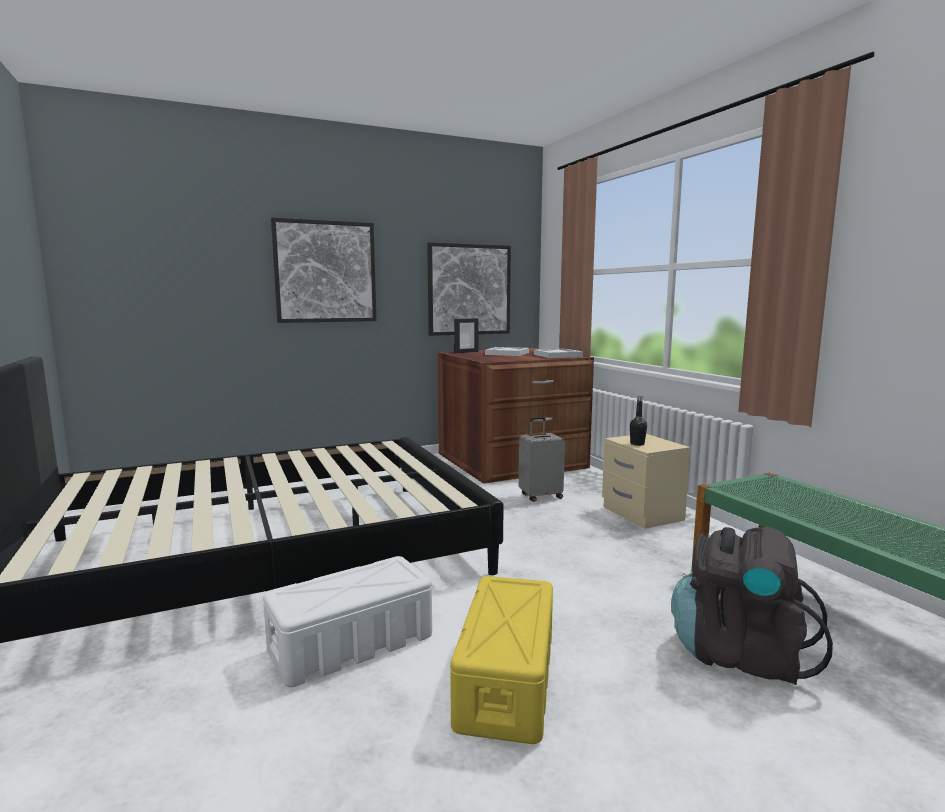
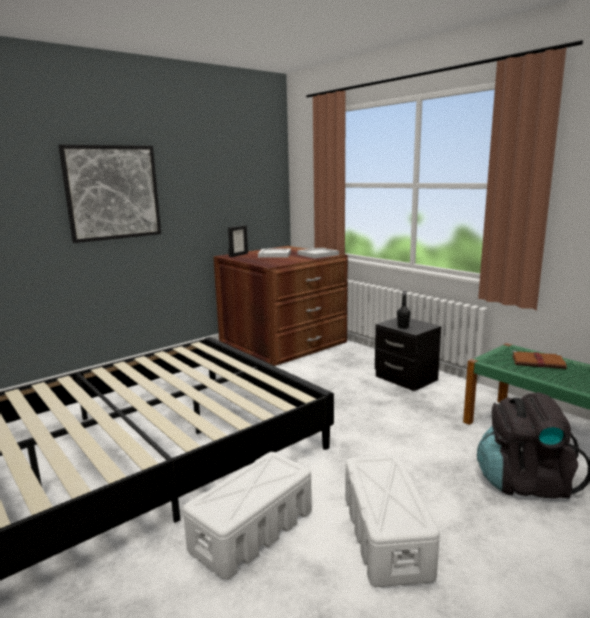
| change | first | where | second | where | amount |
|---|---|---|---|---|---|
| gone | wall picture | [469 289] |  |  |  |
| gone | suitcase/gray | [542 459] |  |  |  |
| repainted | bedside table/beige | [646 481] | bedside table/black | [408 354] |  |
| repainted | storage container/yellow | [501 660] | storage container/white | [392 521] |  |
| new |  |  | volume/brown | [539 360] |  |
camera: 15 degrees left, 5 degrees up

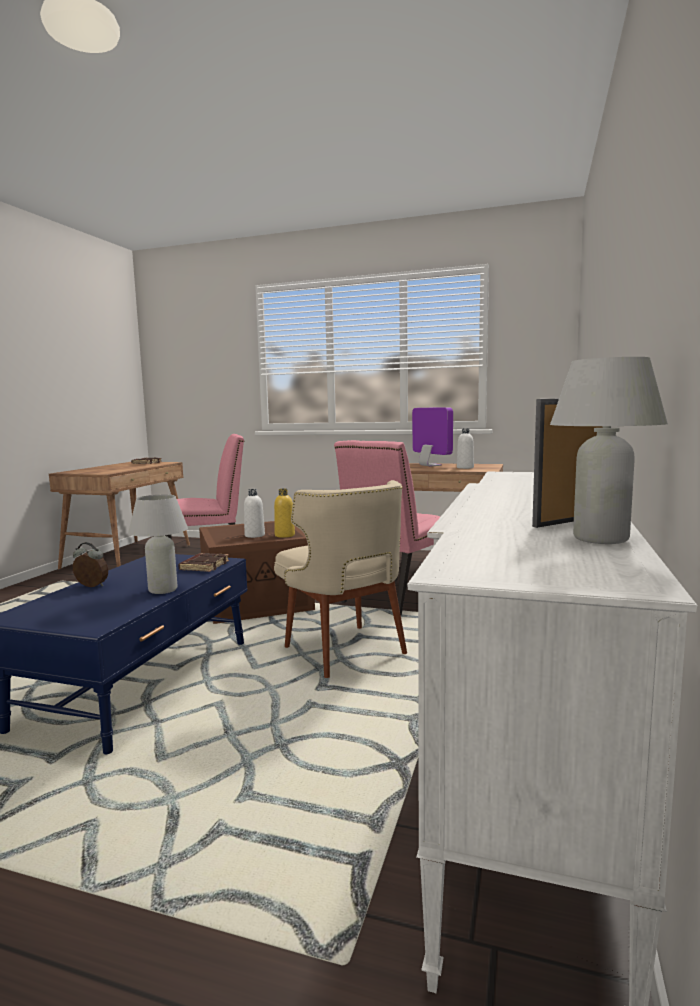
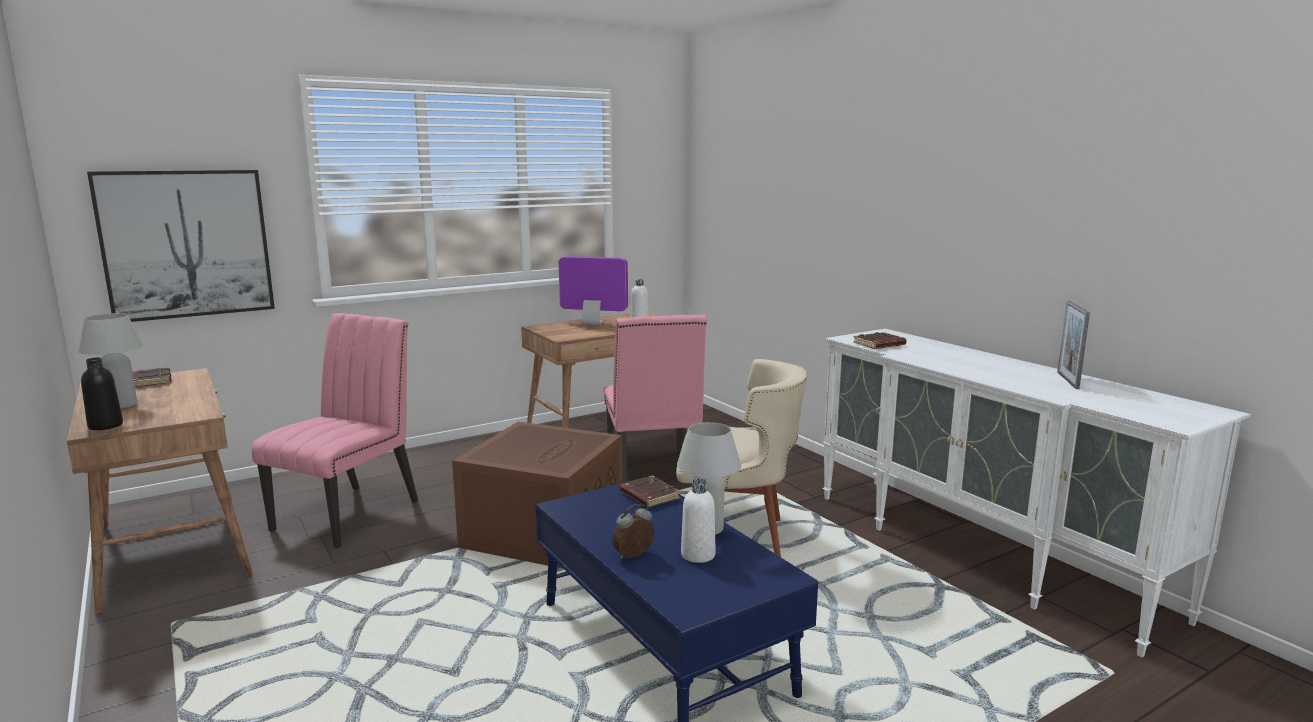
| change | first | where | second | where | amount |
|---|---|---|---|---|---|
| shifted | tabletop lamp/white | [609 450] |  | [111 361] |  |
| shifted | drink bottle/white | [254 513] |  | [698 520] |  |
| gone | drink bottle/yellow | [284 513] |  |  |  |
| new |  |  | wall picture | [181 246] |  |
| new |  |  | volume/brown | [879 340] |  |
| new |  |  | drink bottle/black | [102 393] |  |
camera: 50 degrees left, 5 degrees up

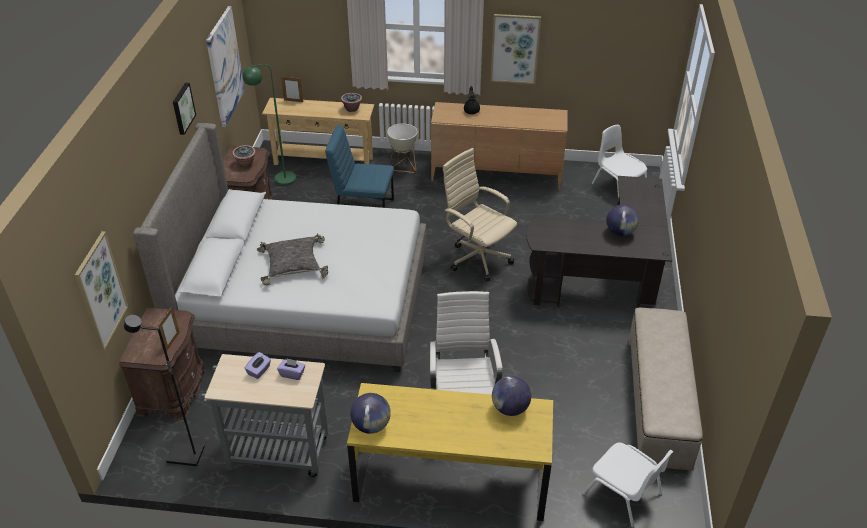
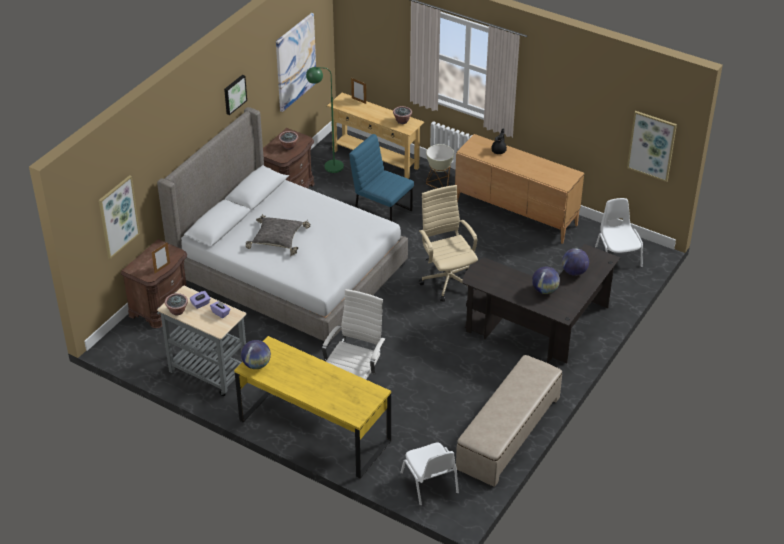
| change | first | where | second | where | amount |
|---|---|---|---|---|---|
| shifted | wall picture | [515 49] |  | [652 146] |  |
| gone | standard lamp/black | [164 390] |  |  |  |
| shifted | globe | [511 396] |  | [575 262] |  |
| new |  |  | houseplant | [176 304] |  |
camera: 25 degrees right, 0 degrees up

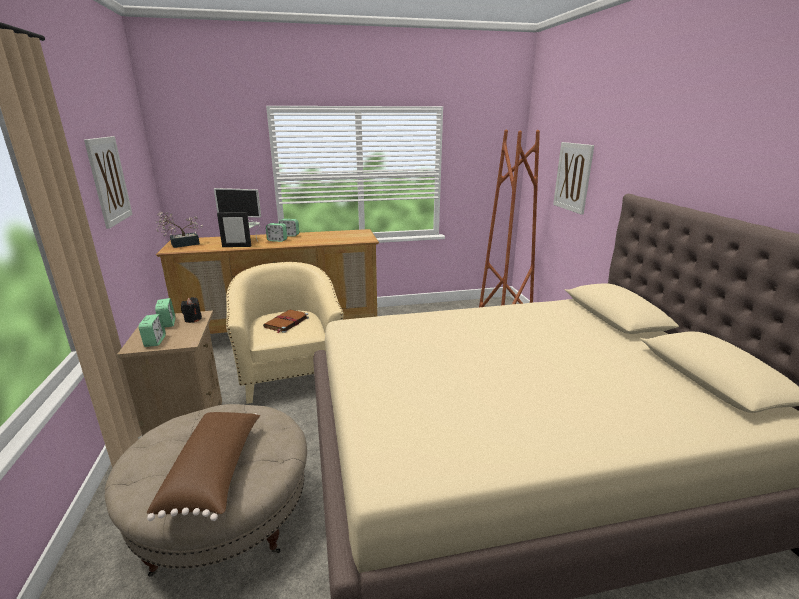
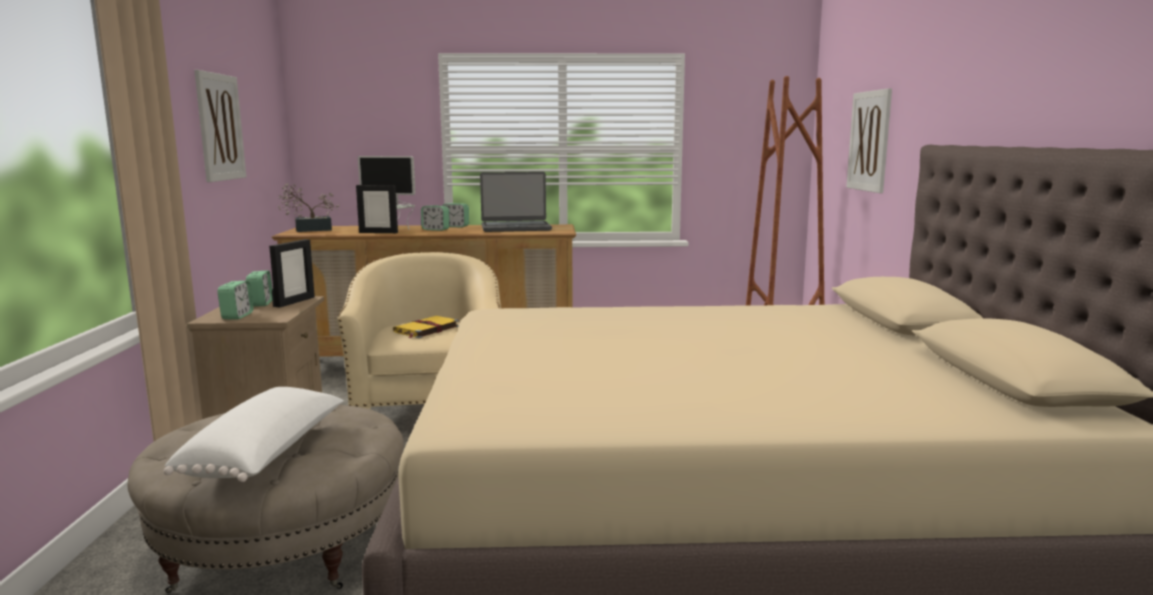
| change | first | where | second | where | amount |
|---|---|---|---|---|---|
| swapped | wax candle/black | [191 310] | photo frame | [292 273] |  |
| repainted | volume/brown | [286 321] | volume/yellow | [426 327] |  |
| repainted | throw pillow/brown | [203 466] | throw pillow/white | [253 434] |  |
| new |  |  | laptop | [516 202] |  |
camera: 10 degrees right, 10 degrees down

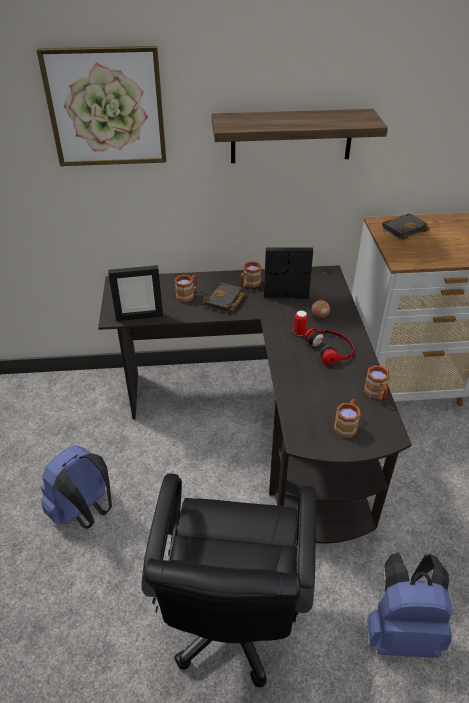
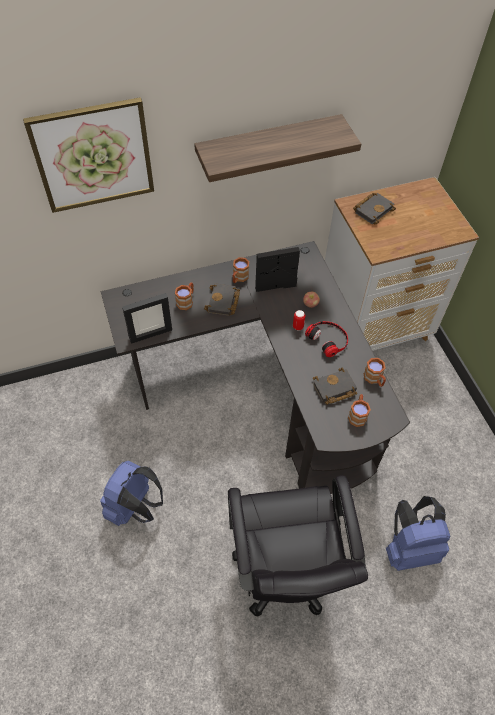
| change | first | where | second | where | amount |
|---|---|---|---|---|---|
| new |  |  | volume/black | [335 385] |  |
camera: 15 degrees left, 15 degrees up

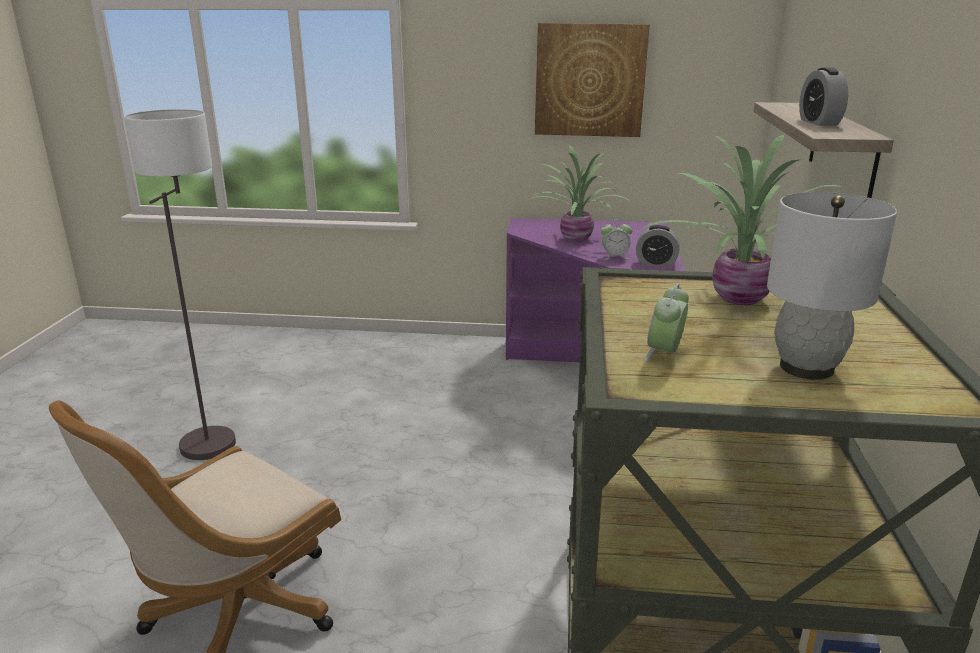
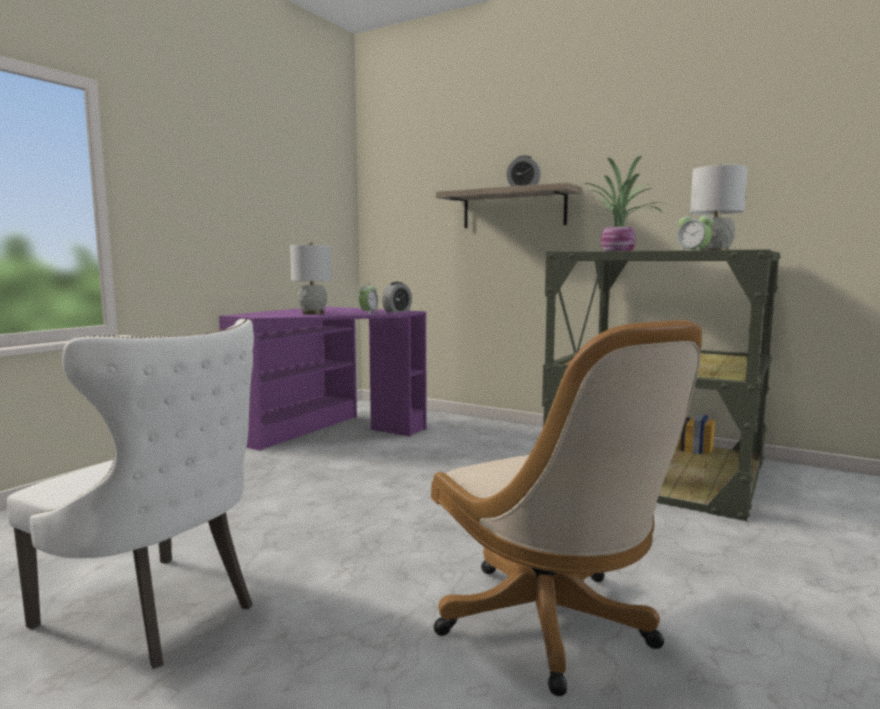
| change | first | where | second | where | amount |
|---|---|---|---|---|---|
| gone | wall picture | [592 80] |  |  |  |
| swapped | standard lamp/white | [180 284] | plain chair/white | [130 493] |  |
| swapped | houseplant | [580 194] | tabletop lamp/white | [311 278] |  |
camera: 65 degrees left, 15 degrees down

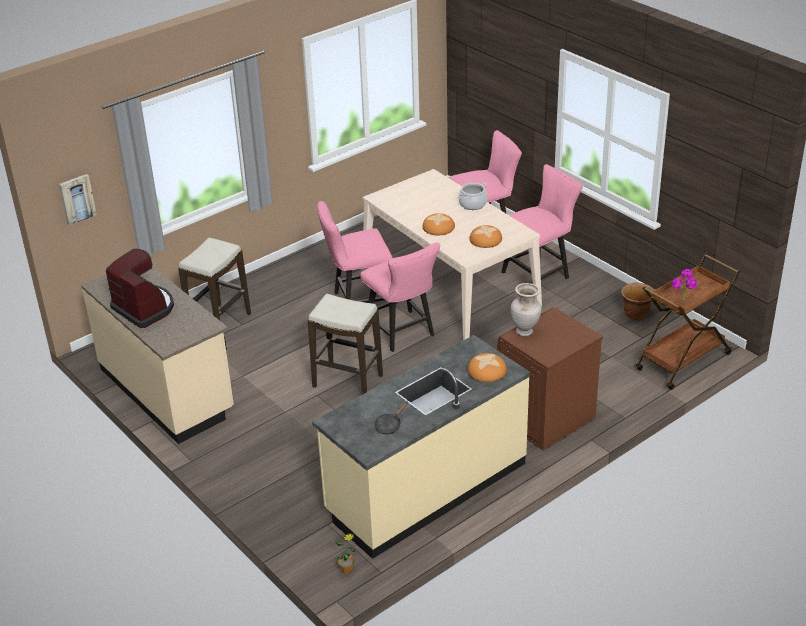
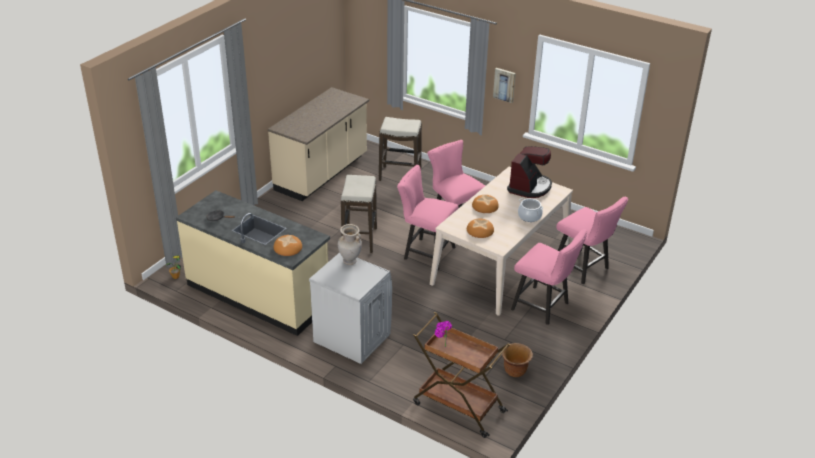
| change | first | where | second | where | amount |
|---|---|---|---|---|---|
| shifted | wall picture | [78 199] |  | [504 85] |  |
| rotated | plain chair/pink | [400 297] |  | [427 218] | 75 degrees clockwise |
| shifted | coffee machine | [140 288] |  | [529 172] |  |
| repainted | laundry machine/brown | [549 378] | laundry machine/white | [350 308] |  |
camera: 70 degrees right, 0 degrees up

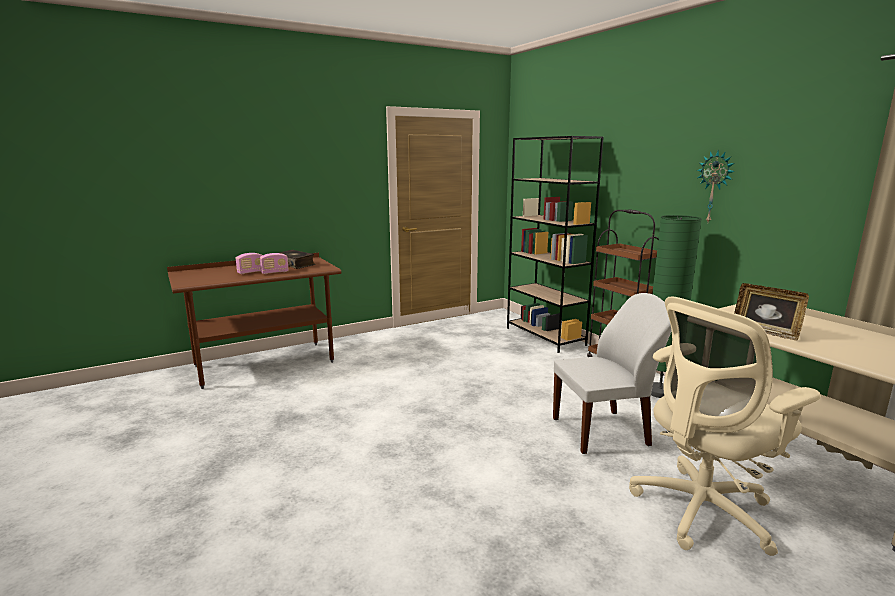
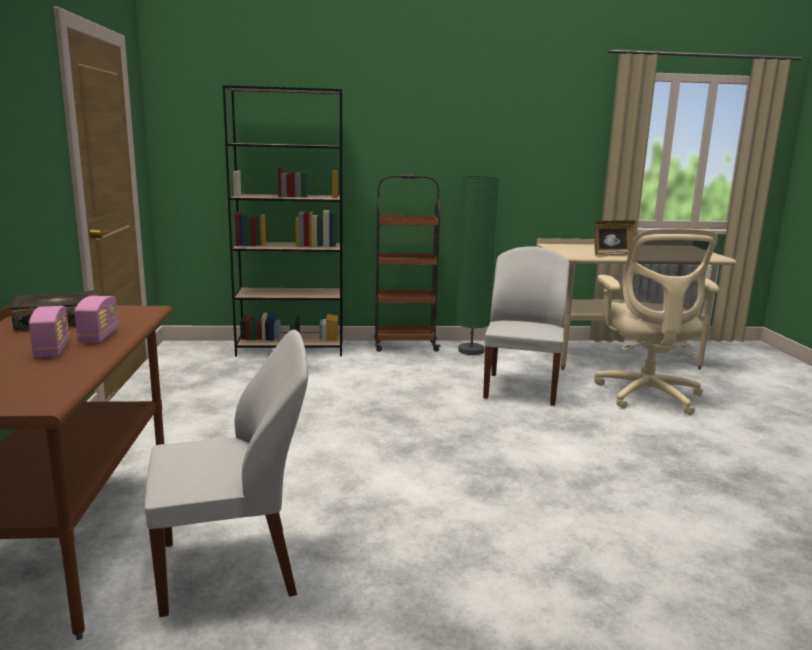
| change | first | where | second | where | amount |
|---|---|---|---|---|---|
| gone | wall clock | [716 186] |  |  |  |
| new |  |  | plain chair/white | [226 473] |  |
camera: 65 degrees left, 0 degrees up

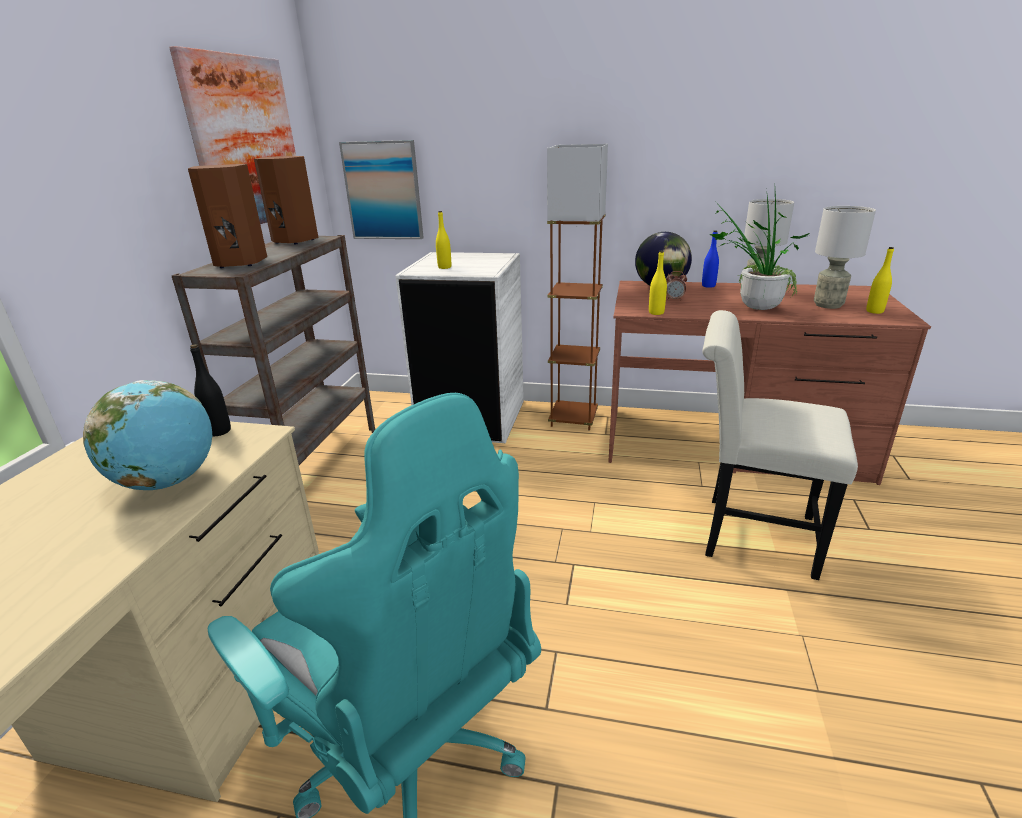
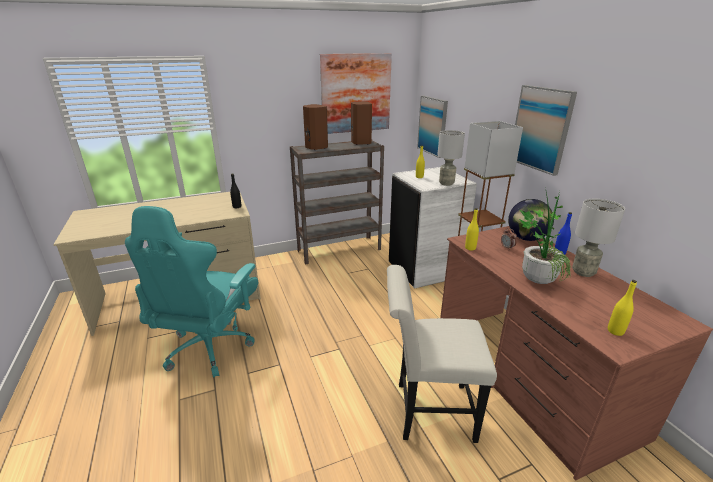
| change | first | where | second | where | amount |
|---|---|---|---|---|---|
| shifted | tabletop lamp/gray | [845 257] |  | [451 158] |  |
| rotated | plain chair/white | [780 445] |  | [442 354] | 75 degrees counterclockwise |
| gone | globe | [147 435] |  |  |  |
| new |  |  | wall picture | [546 130] |  |
camera: 55 degrees right, 0 degrees up

